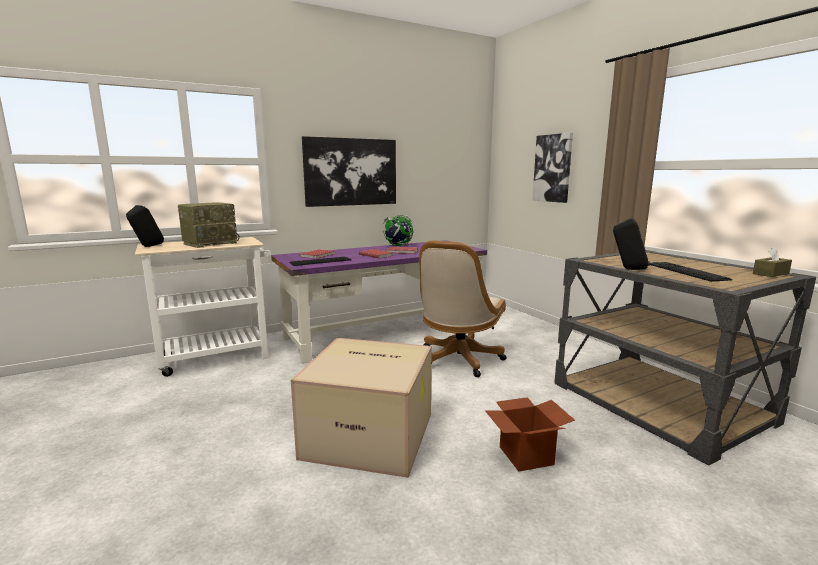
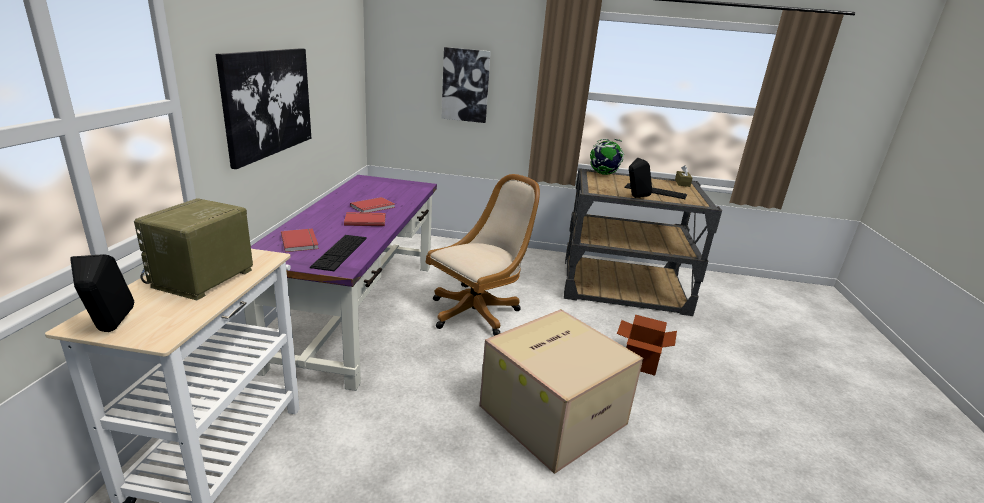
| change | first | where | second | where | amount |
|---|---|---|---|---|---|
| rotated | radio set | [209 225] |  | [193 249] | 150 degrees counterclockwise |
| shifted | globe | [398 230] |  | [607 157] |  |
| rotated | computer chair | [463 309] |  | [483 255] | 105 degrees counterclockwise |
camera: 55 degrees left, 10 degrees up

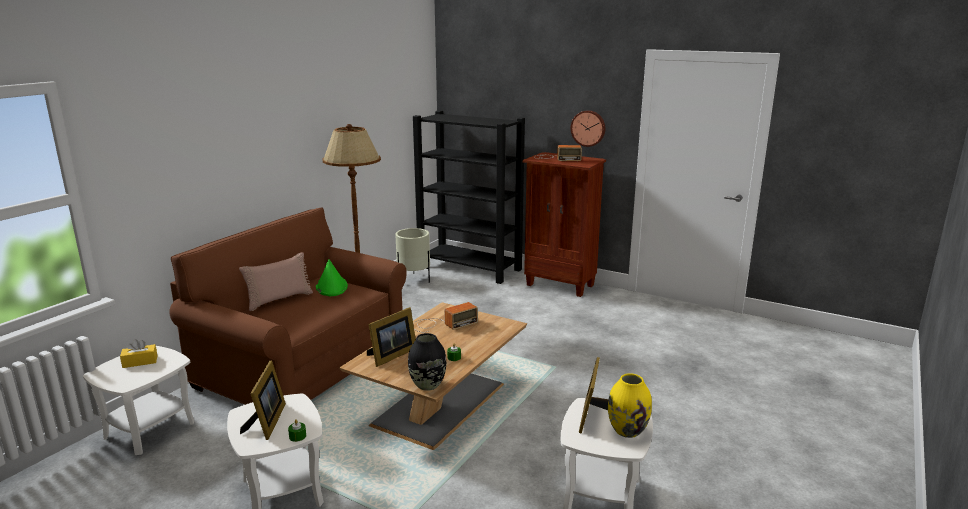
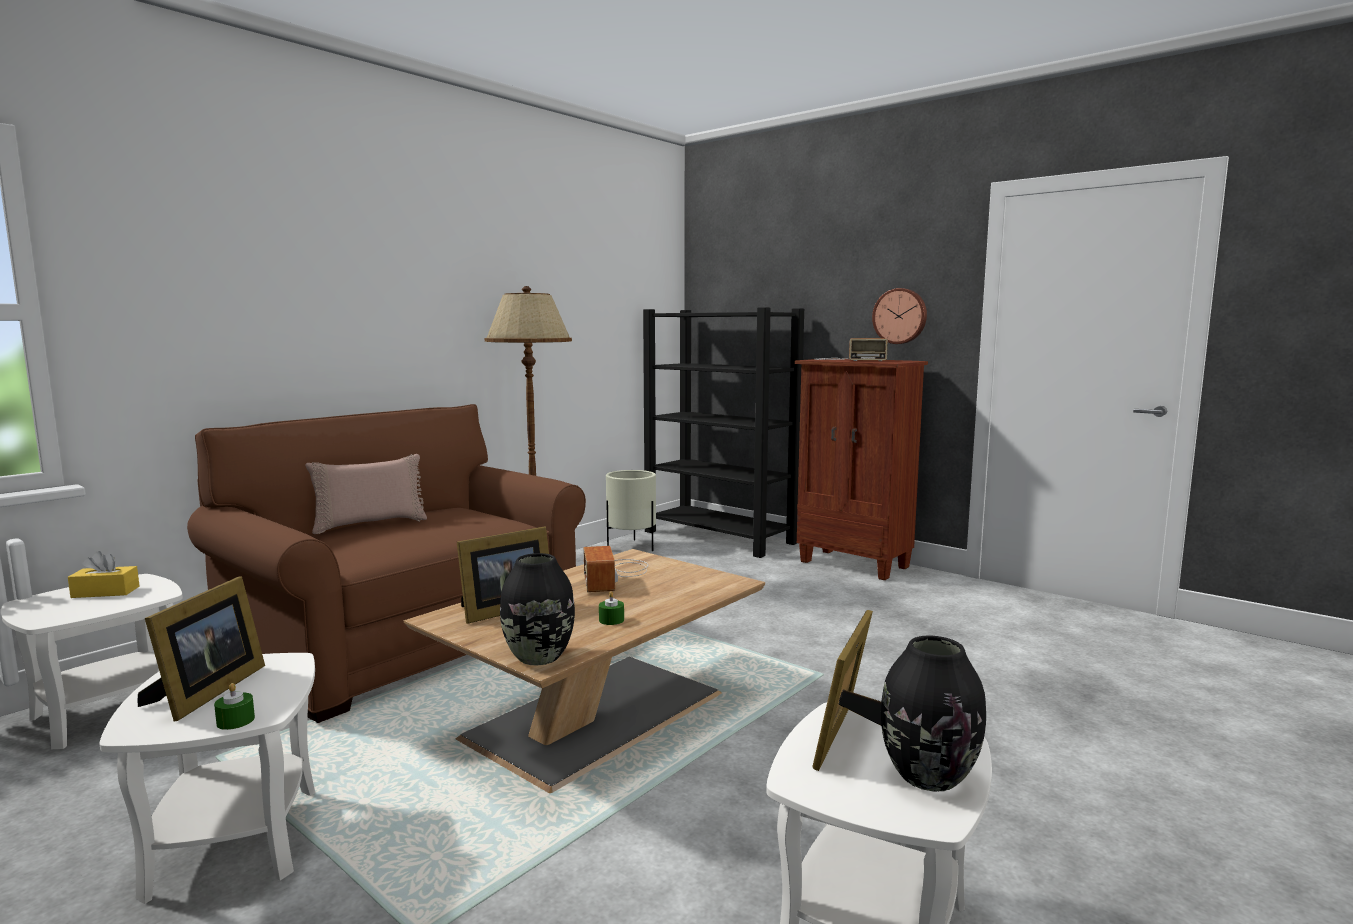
| change | first | where | second | where | amount |
|---|---|---|---|---|---|
| gone | hat/green-coloured | [332 277] |  |  |  |
| rotated | radio set | [445 317] |  | [616 569] | 105 degrees clockwise |
| repainted | decorative vase/yellow | [630 405] | decorative vase/black | [933 714] |  |
camera: 10 degrees right, 10 degrees down

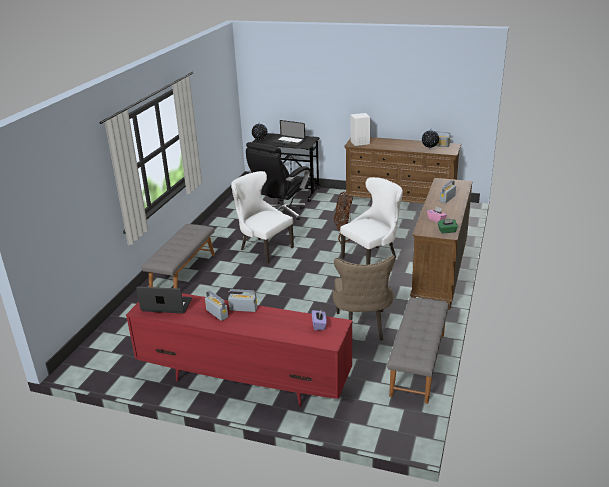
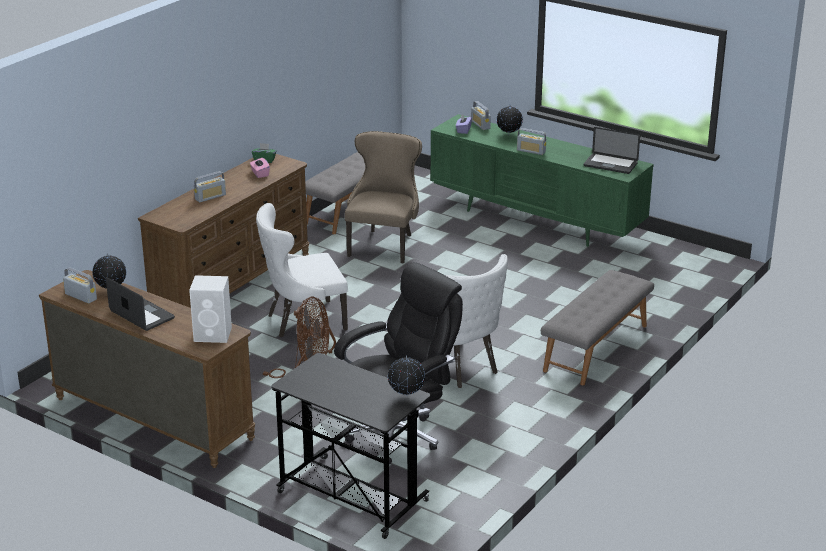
| change | first | where | second | where | amount |
|---|---|---|---|---|---|
| shifted | laptop | [289 133] |  | [140 304] |  |
| shifted | radio set | [216 306] |  | [481 115] |  |
| repainted | cupboard/red | [239 350] | cupboard/green-coloured | [542 180] |  |
| new |  |  | globe | [510 121] |  |
camera: 165 degrees left, 0 degrees up

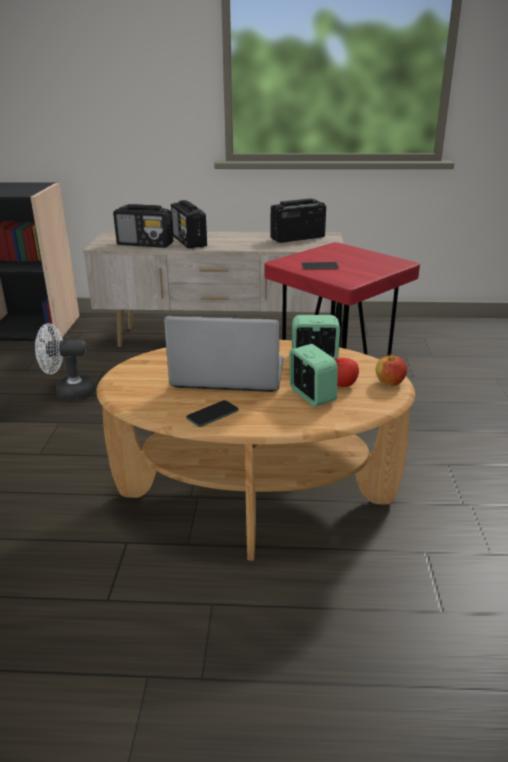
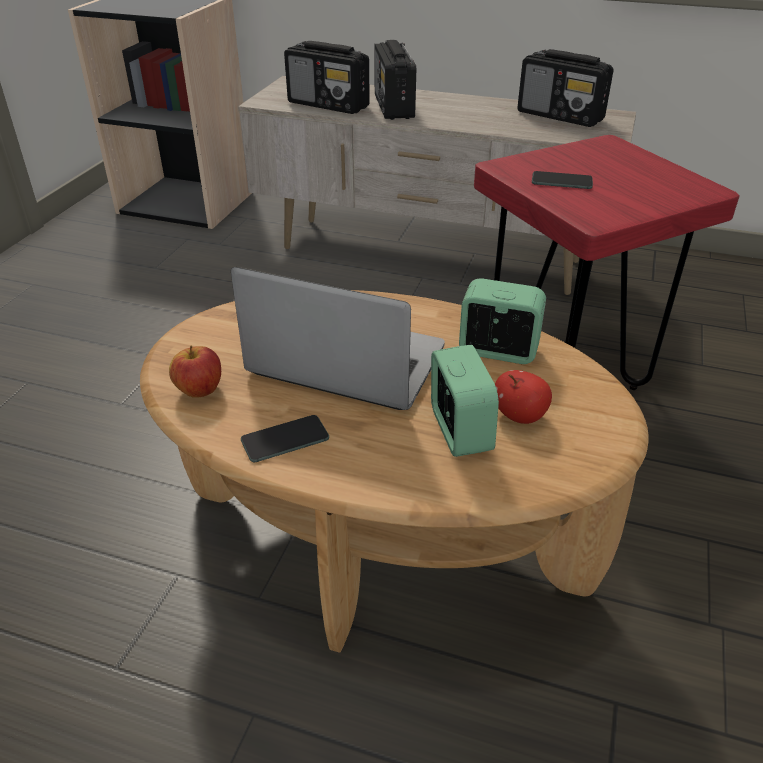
| change | first | where | second | where | amount |
|---|---|---|---|---|---|
| rotated | radio set | [298 220] |  | [565 88] | 135 degrees counterclockwise |
| gone | electric fan/white | [65 361] |  |  |  |
| shifted | whole apple | [391 370] |  | [195 372] |  |
camera: 15 degrees right, 10 degrees up

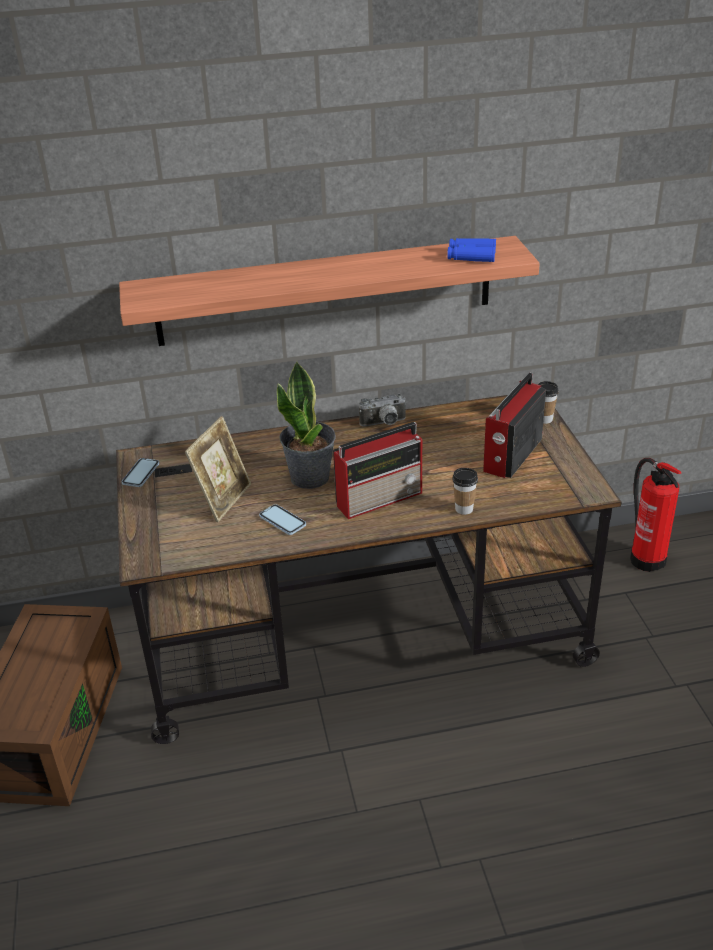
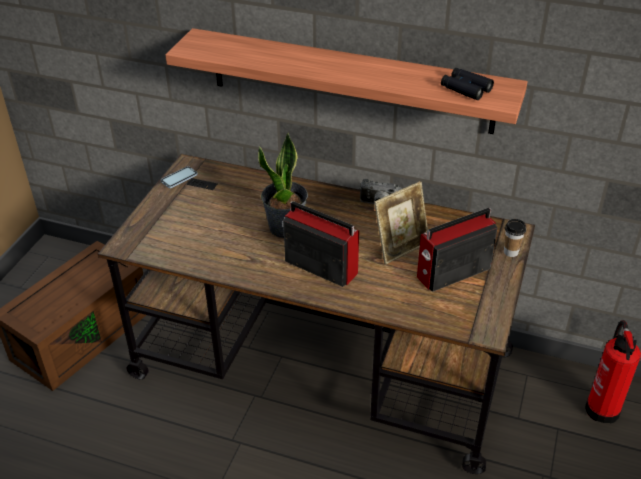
| change | first | where | second | where | amount |
|---|---|---|---|---|---|
| repainted | field glasses/bluish | [471 250] | field glasses/black | [467 84] |  |
| shifted | photo frame | [218 469] |  | [401 223] |  |
| rotated | radio set | [377 470] |  | [321 244] | 150 degrees counterclockwise |
| gone | drinking cup | [465 491] |  |  |  |
| gone | telephone | [282 519] |  |  |  |
camera: 30 degrees right, 5 degrees up

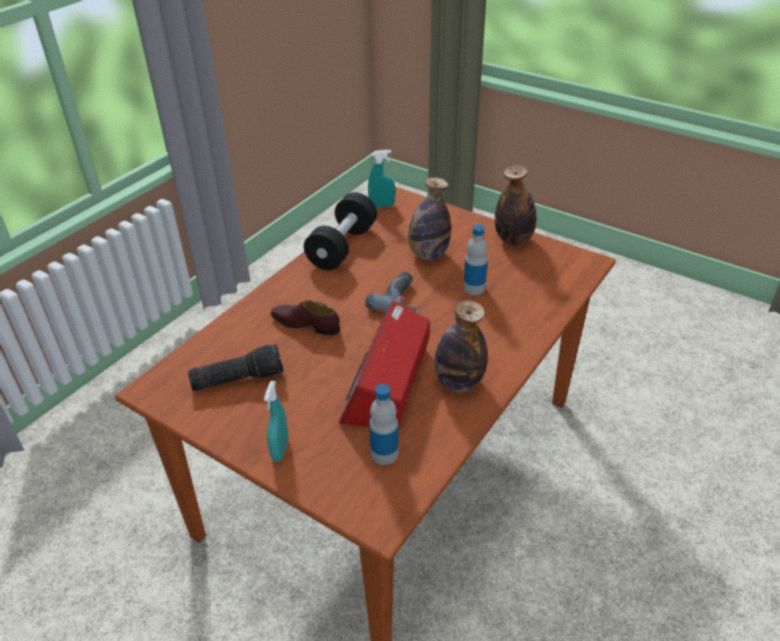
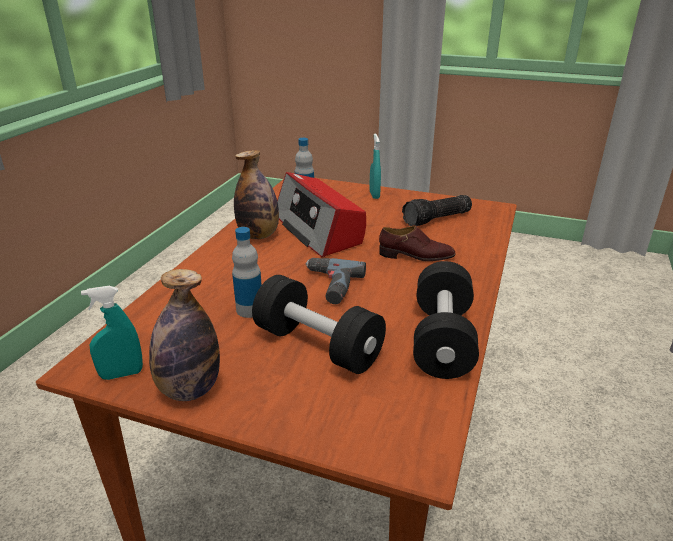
| change | first | where | second | where | amount |
|---|---|---|---|---|---|
| shifted | sprayer/turquoise-coloured | [381 179] |  | [112 333] |  |
| swapped | drink bottle | [429 218] | dumbbell/black | [319 324] |  |
| rotated | radio set | [384 363] |  | [321 214] | 150 degrees clockwise |
camera: 165 degrees right, 10 degrees down

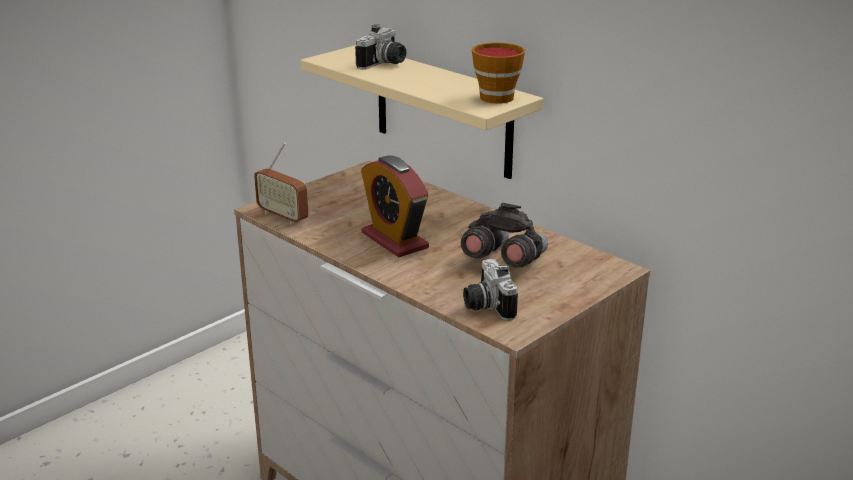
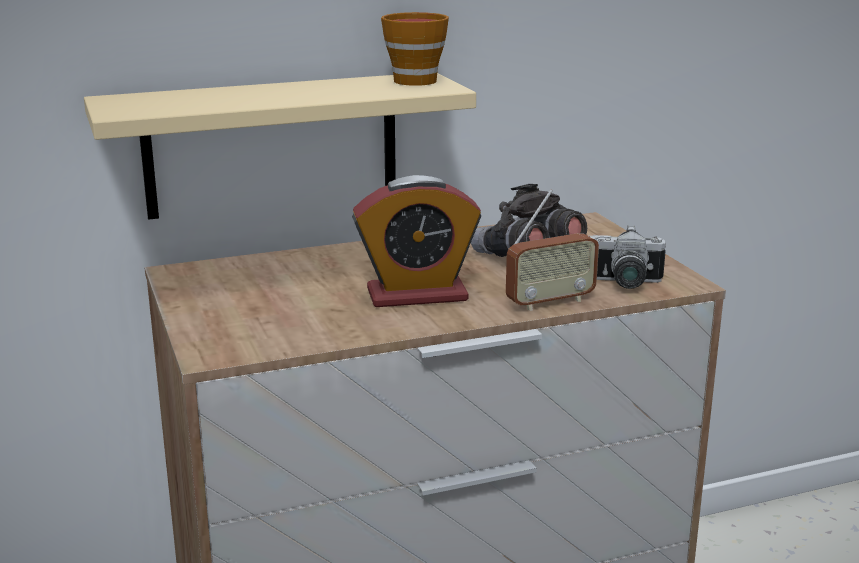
| change | first | where | second | where | amount |
|---|---|---|---|---|---|
| gone | photo camera | [380 47] |  |  |  |
| shifted | radio set | [281 184] |  | [552 250] |  |
camera: 65 degrees left, 5 degrees down

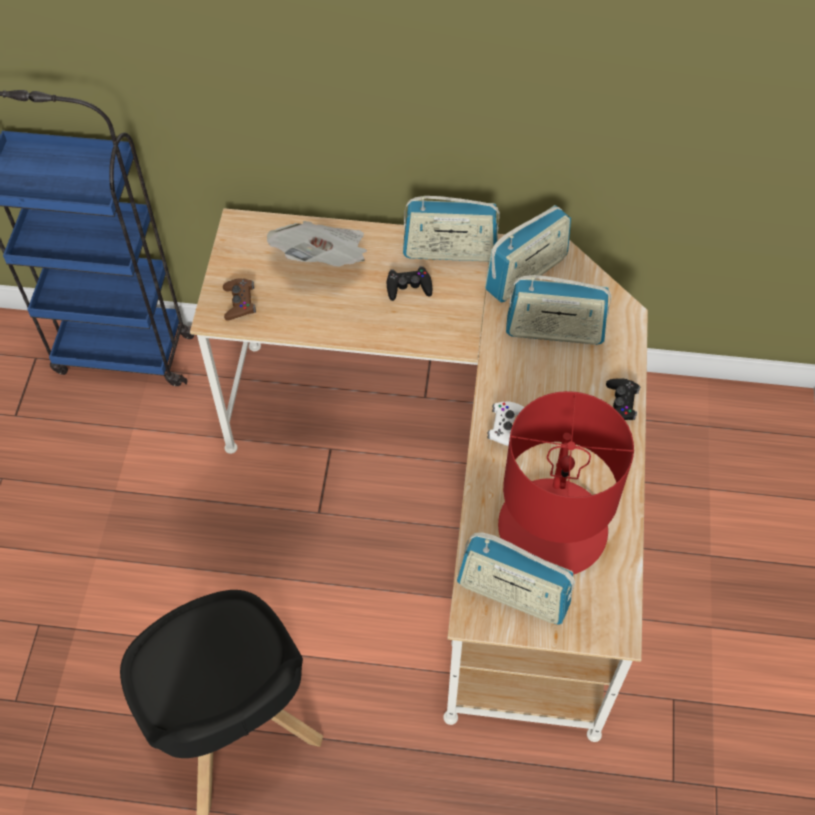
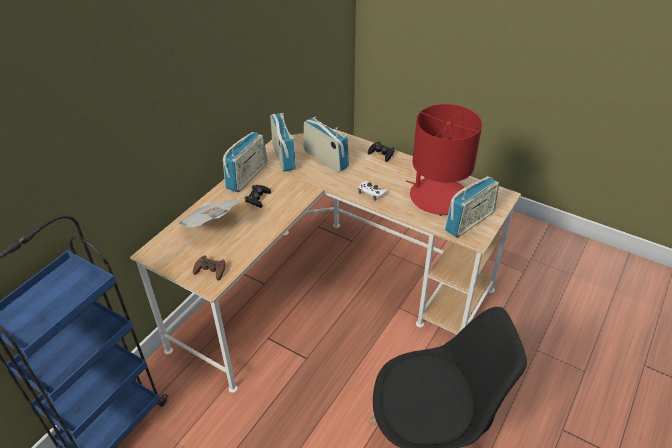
| change | first | where | second | where | amount |
|---|---|---|---|---|---|
| rotated | radio set | [558 310] |  | [326 144] | 75 degrees counterclockwise |
camera: 65 degrees left, 15 degrees down

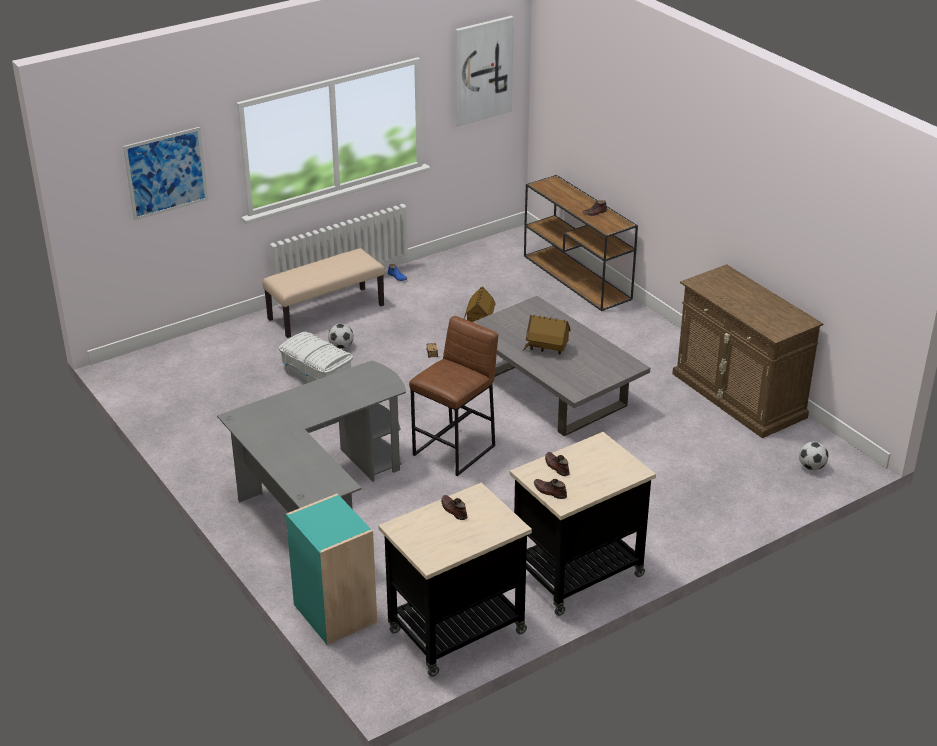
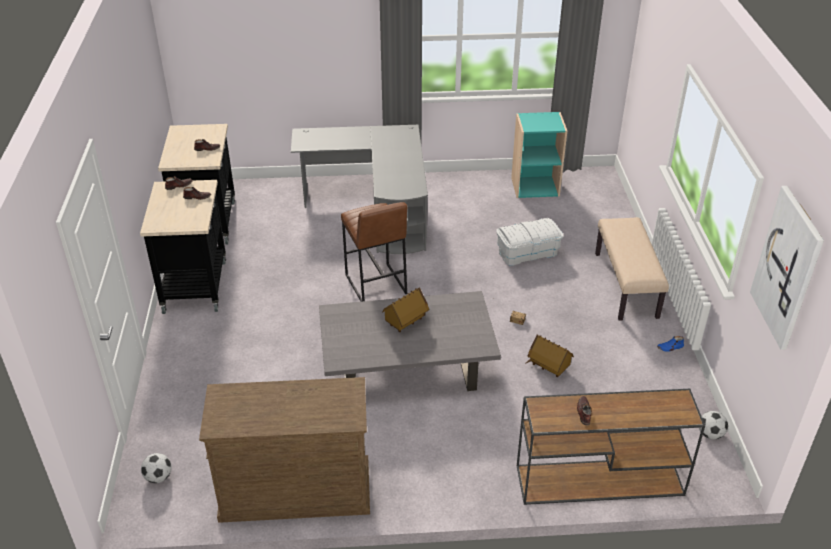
| change | first | where | second | where | amount |
|---|---|---|---|---|---|
| gone | wall picture | [165 174] |  |  |  |
| shifted | football ball | [341 336] |  | [713 425] |  |
| shifted | shelving unit/turquoise-coloured | [331 569] |  | [539 155] |  |
camera: 120 degrees right, 5 degrees up

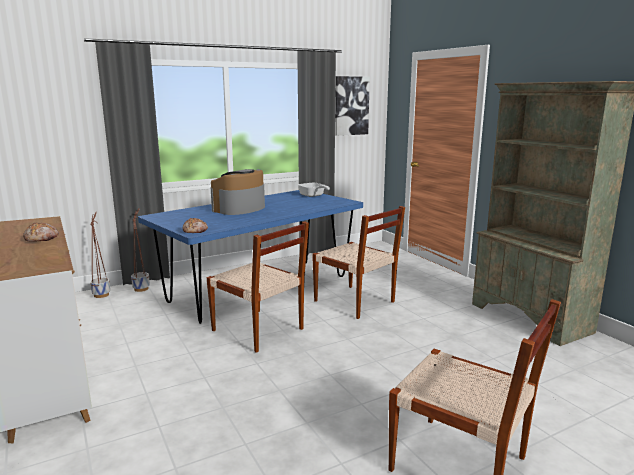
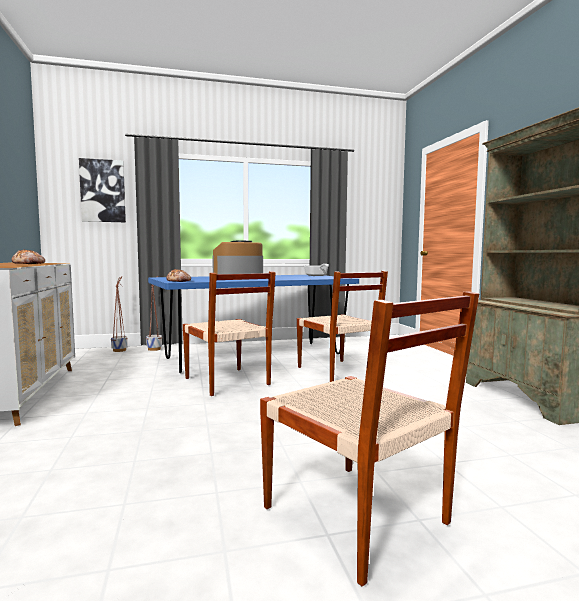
| change | first | where | second | where | amount |
|---|---|---|---|---|---|
| shifted | wall picture | [352 106] |  | [102 190] |  |
camera: 15 degrees right, 10 degrees down

